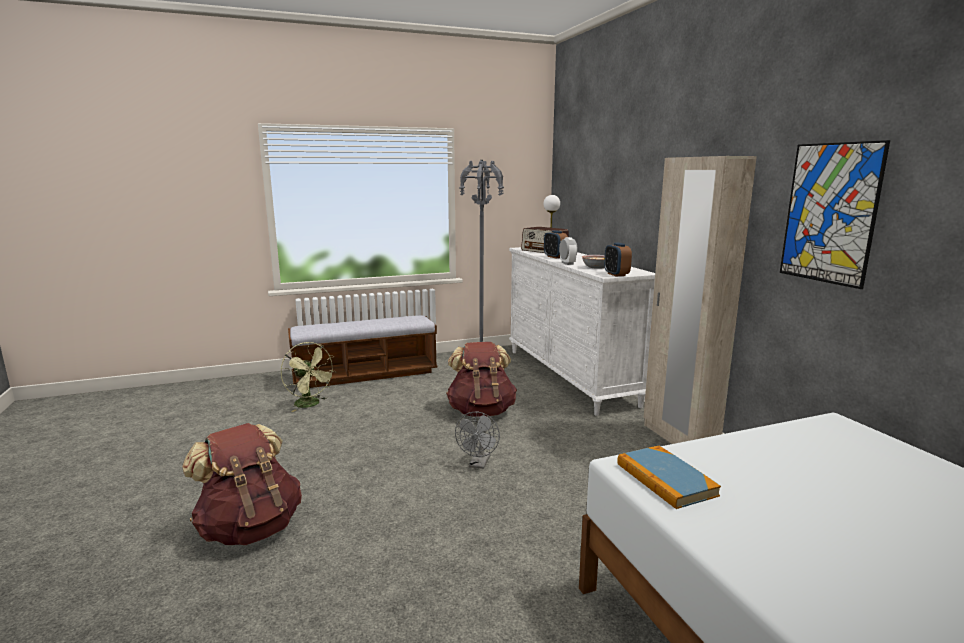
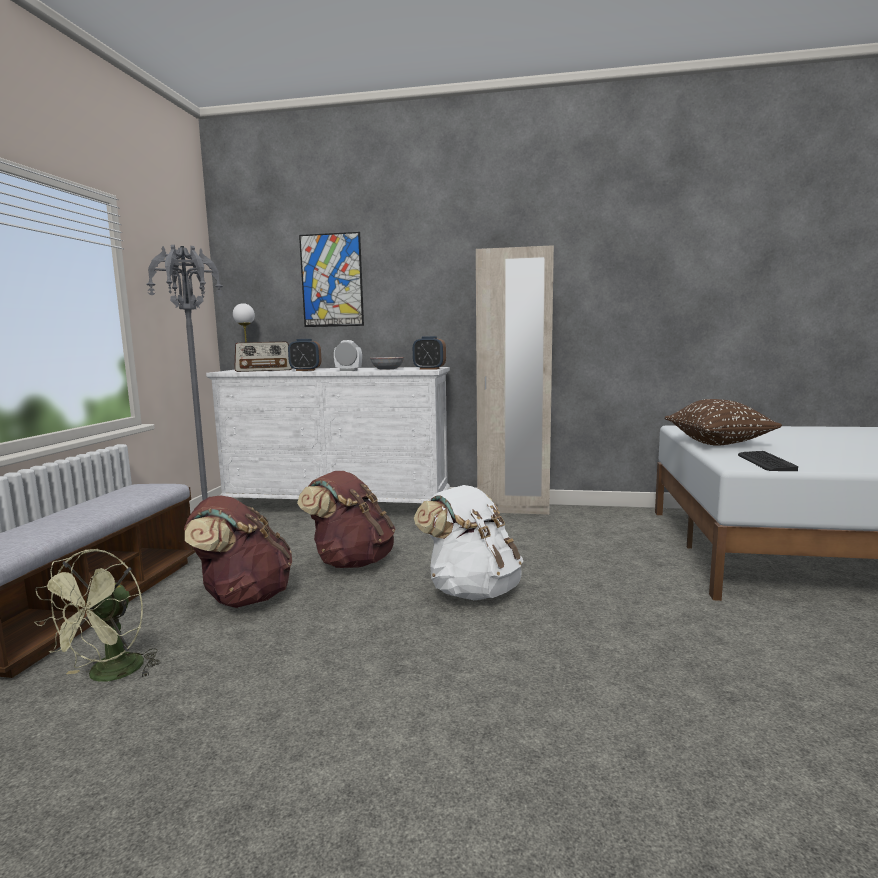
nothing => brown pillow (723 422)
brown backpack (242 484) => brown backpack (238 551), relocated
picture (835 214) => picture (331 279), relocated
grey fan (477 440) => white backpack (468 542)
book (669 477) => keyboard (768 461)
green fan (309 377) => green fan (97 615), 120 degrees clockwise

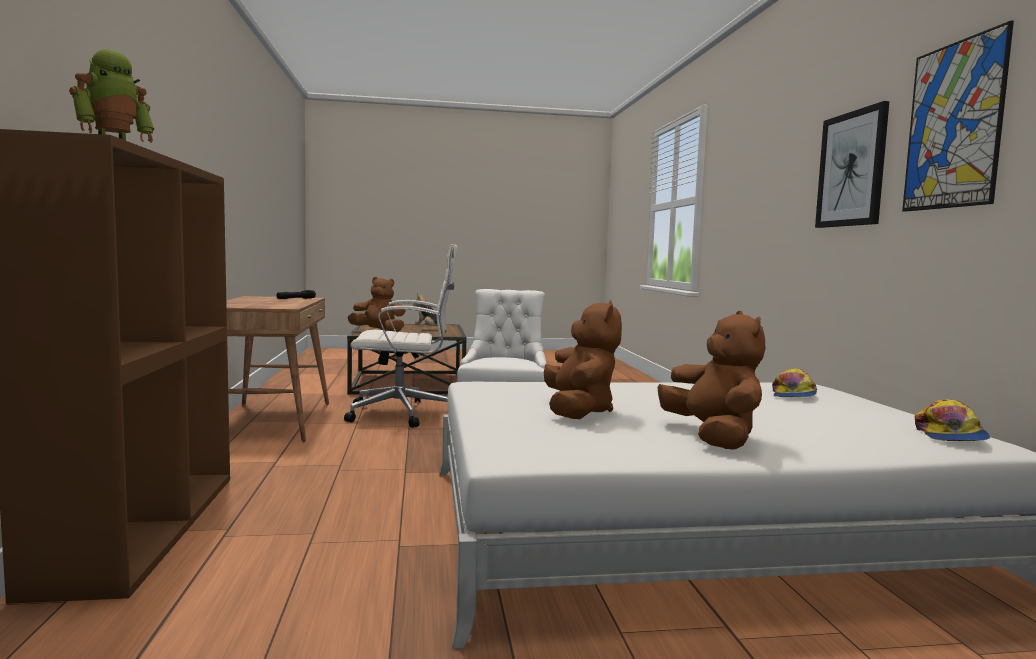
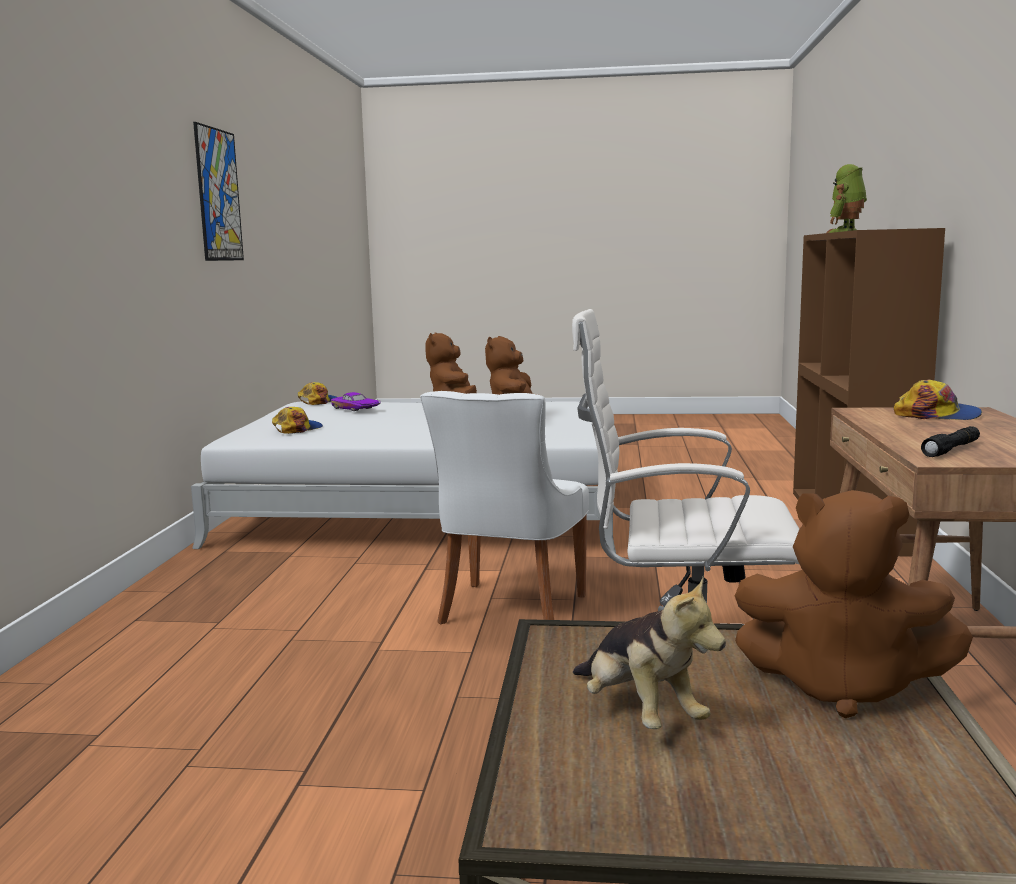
picture (852 164) => nothing
nothing => purple toy car (356 401)
nothing => cap (938 400)

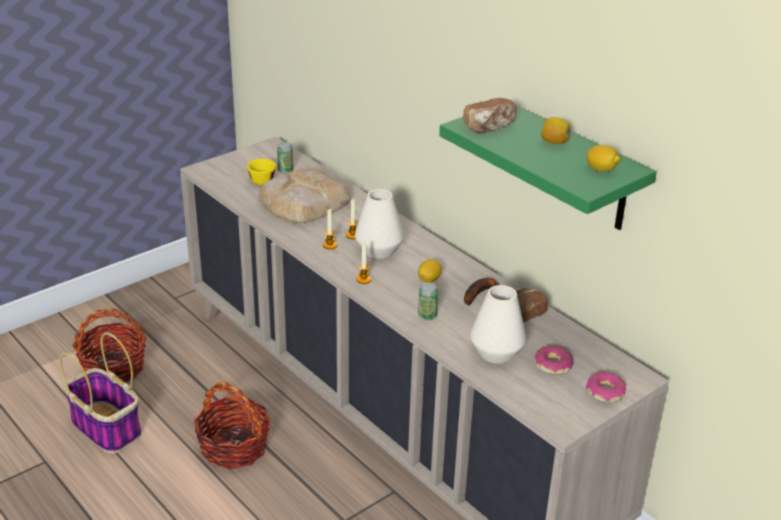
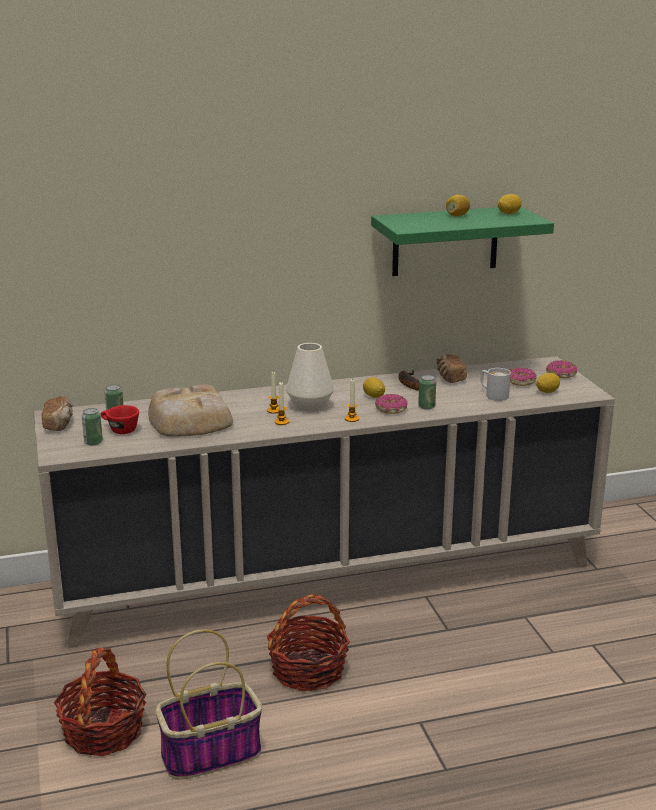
nothing => can (92 426)
nothing => donut (391 404)
nothing => lemon (548 383)
bread (490 115) => bread (57 413), relocated
white vase (498 324) => white mug (496 384)
yellow cup (261 172) => red cup (120 419)

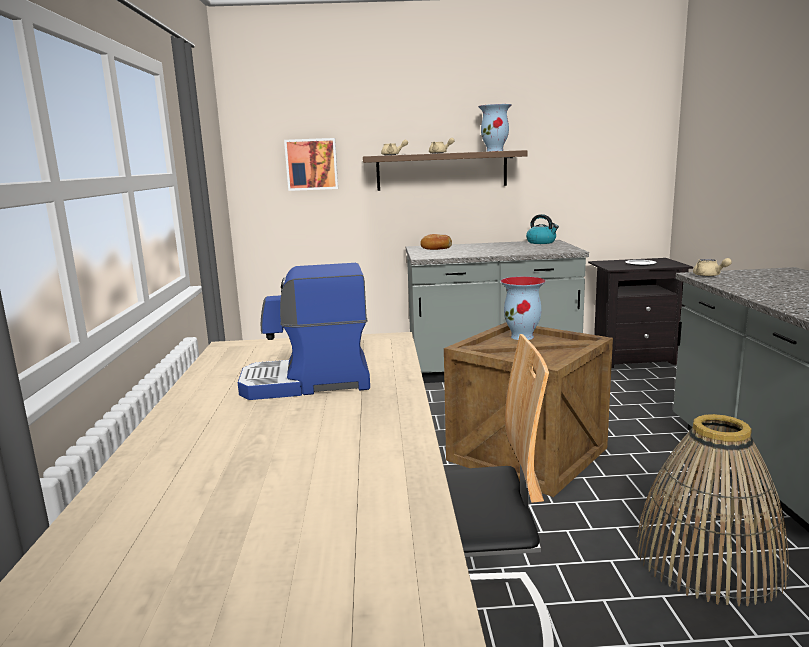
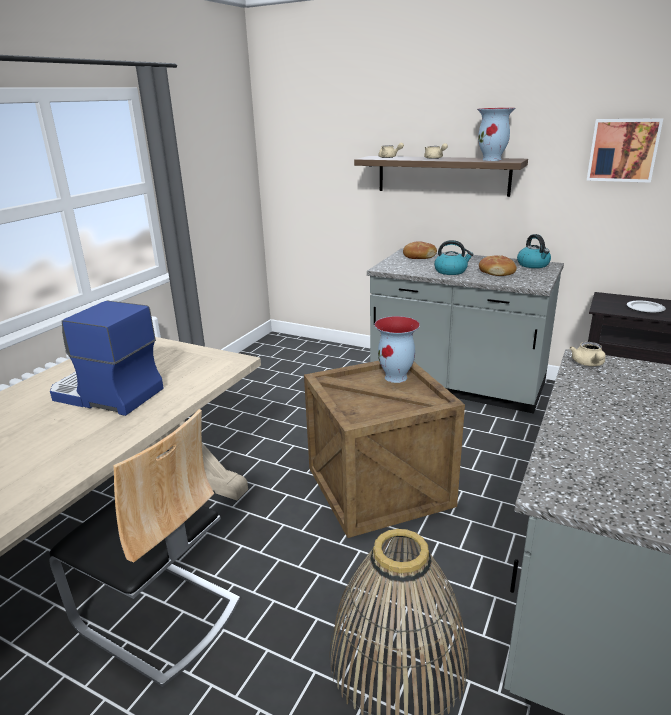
nothing => kettle (454 257)
nothing => bread (498 265)
picture (311 164) => picture (625 150), relocated

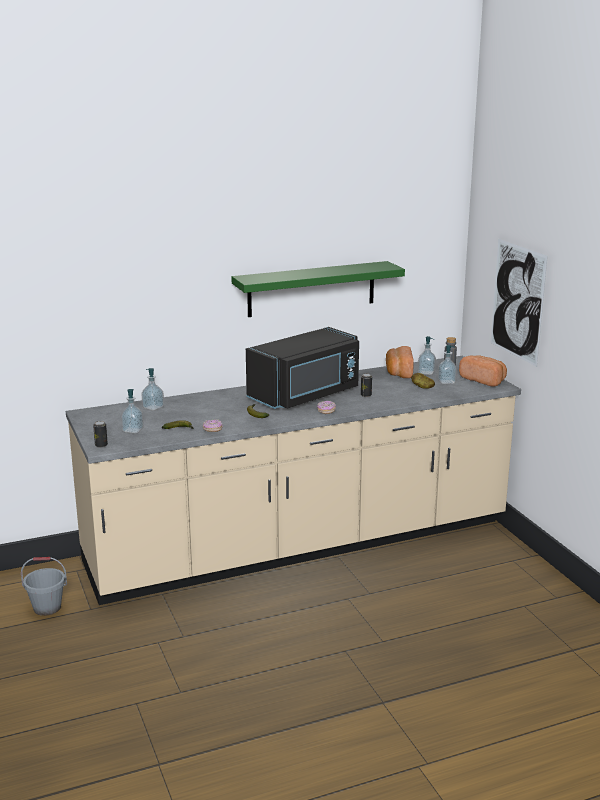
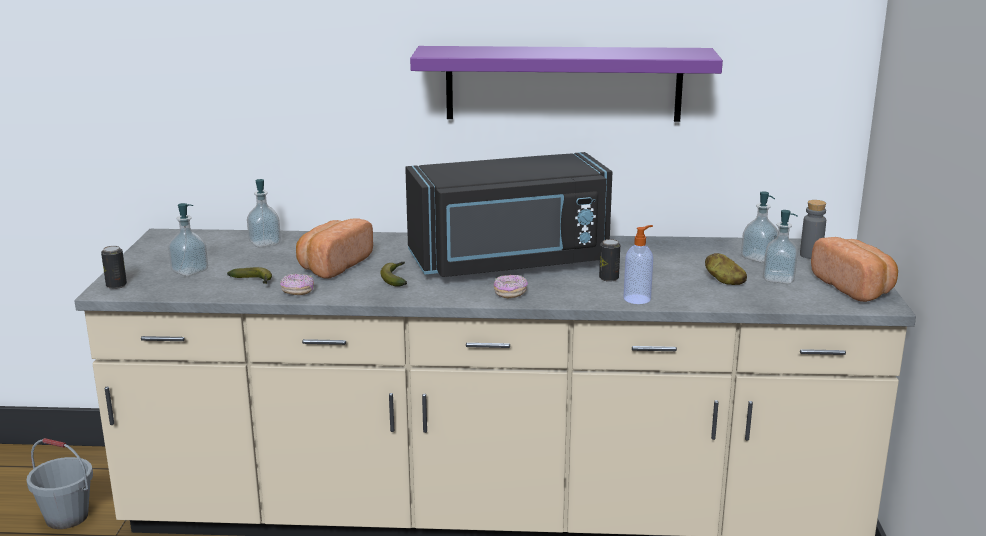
picture (519 303) => nothing
nothing => soap dispenser (638 264)
bread (400 362) => bread (334 248), relocated
green shelf (318 289) => purple shelf (566 84)

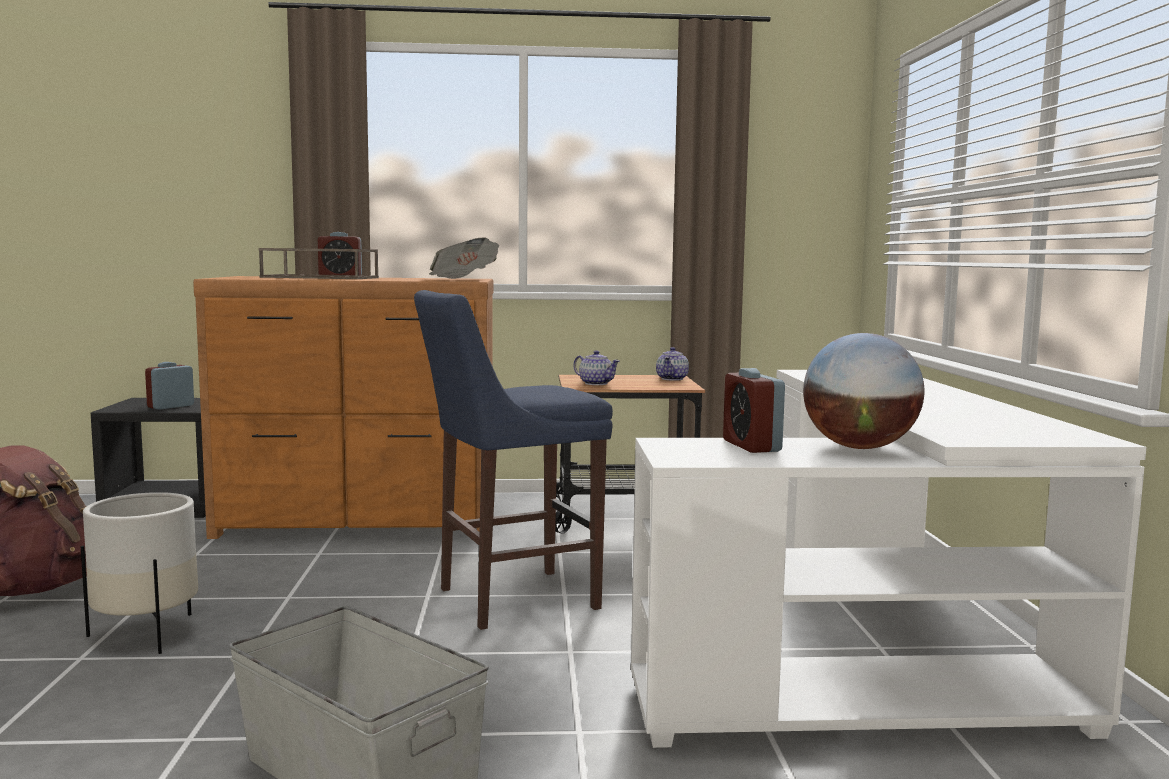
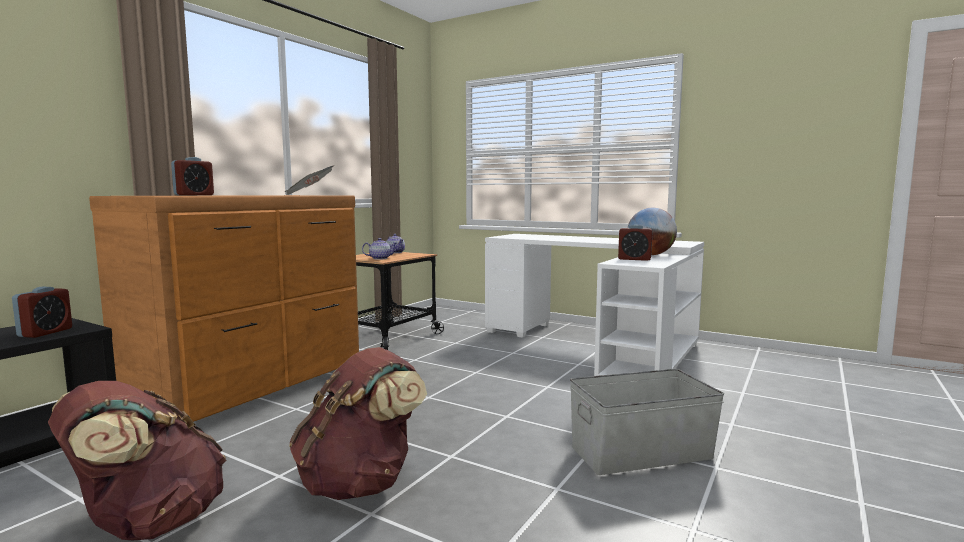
brown tray (319 263) => nothing
blue stool (513 460) => nothing
white planter (139 573) => brown backpack (358 423)
alarm clock (169 386) => alarm clock (42 312), 150 degrees counterclockwise

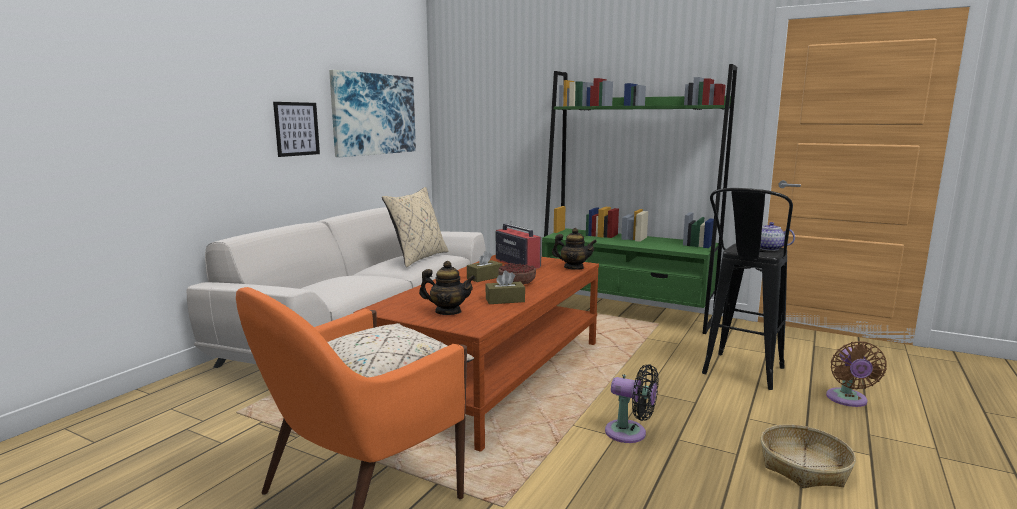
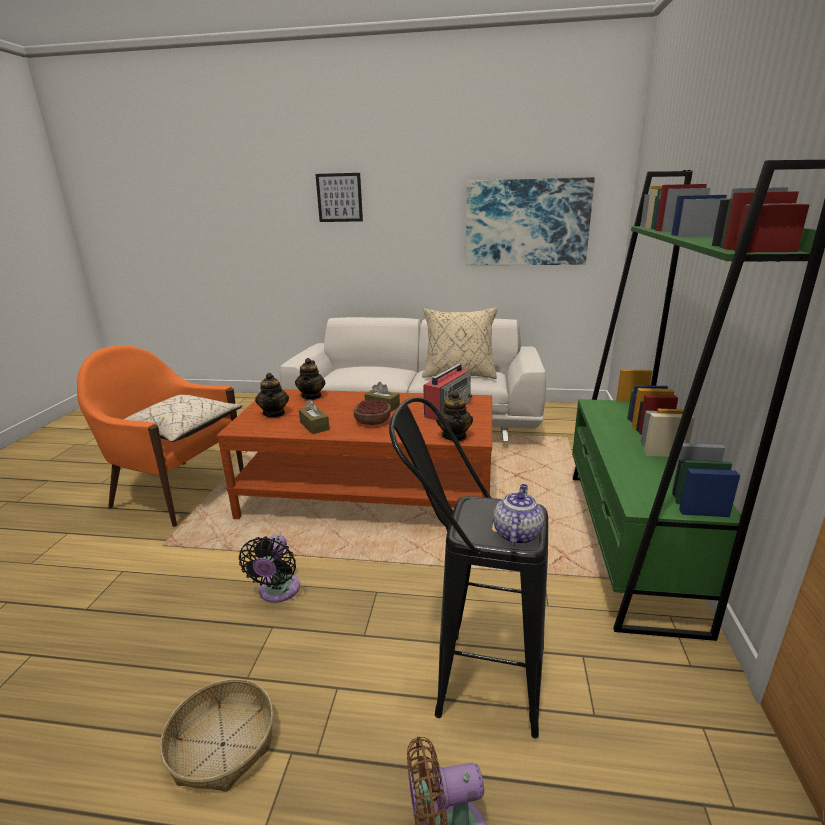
nothing => teapot (310 379)
picture (296 129) => picture (339 197), relocated

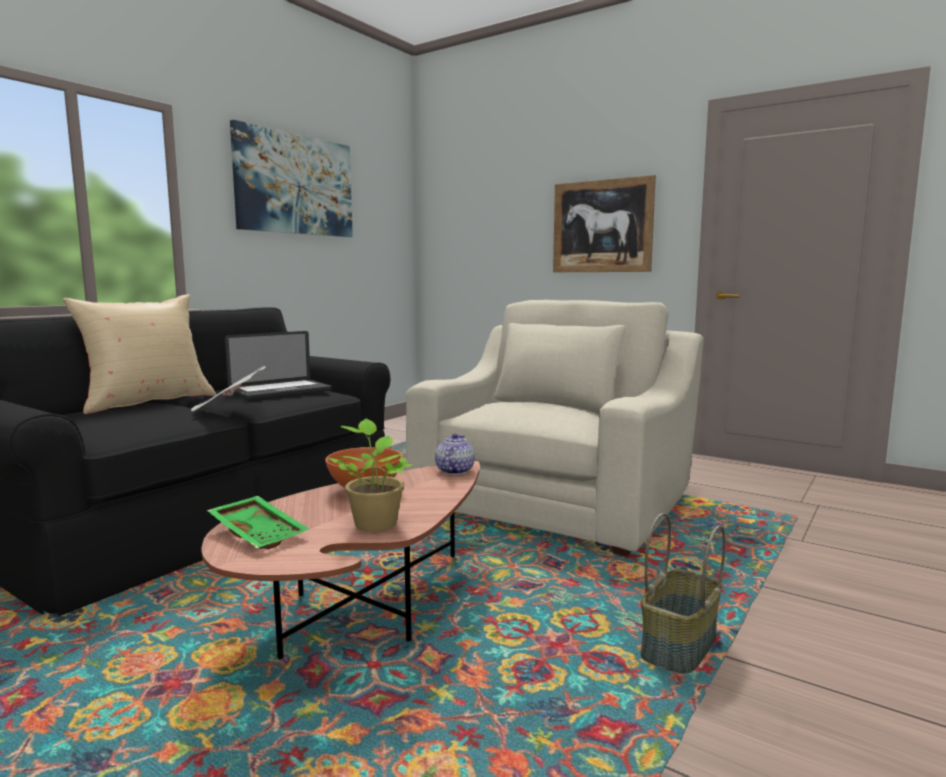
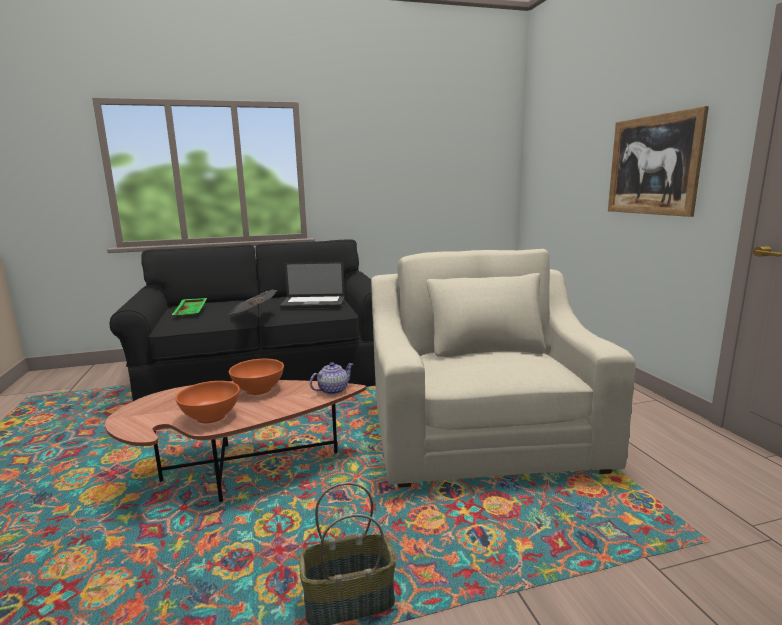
beige pillow (139 354) => nothing
picture (291 178) => nothing
green tray (258 522) => green tray (189 307), relocated
potted plant (370 475) => orange bowl (207 402)
beige armchair (555 428) => beige armchair (503 368), 75 degrees counterclockwise

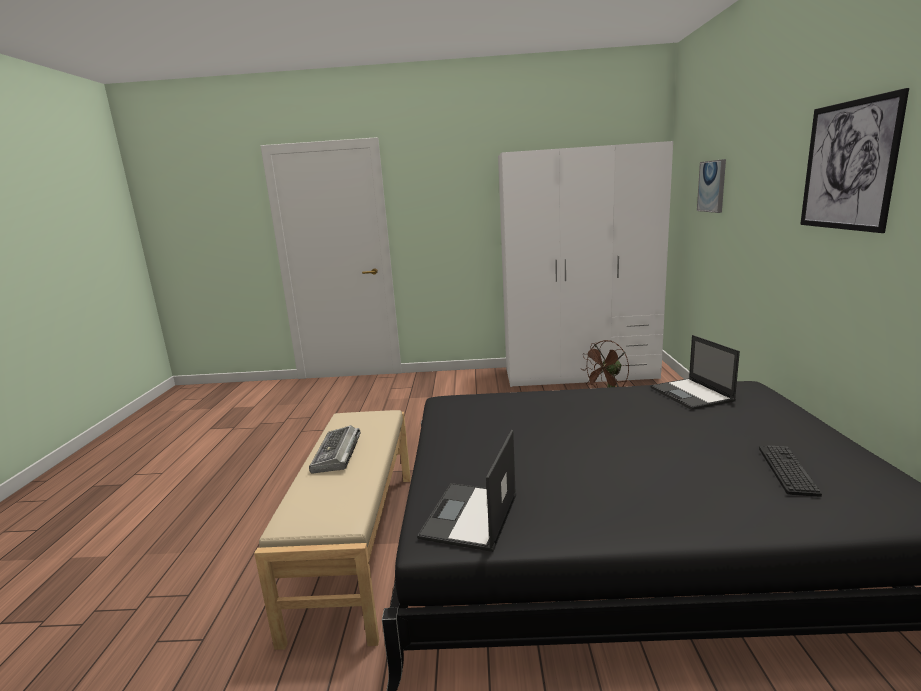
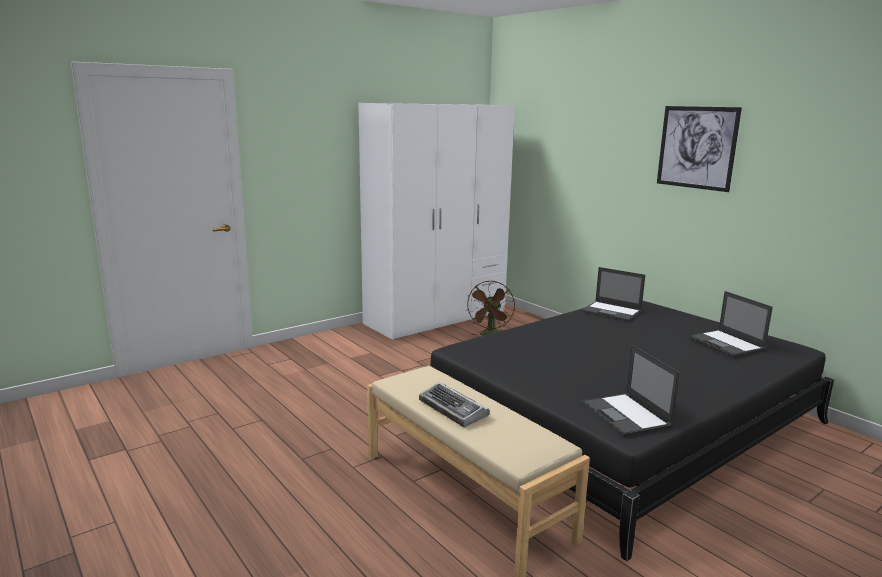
picture (711 186) => nothing
keyboard (790 471) => laptop (731 324)

